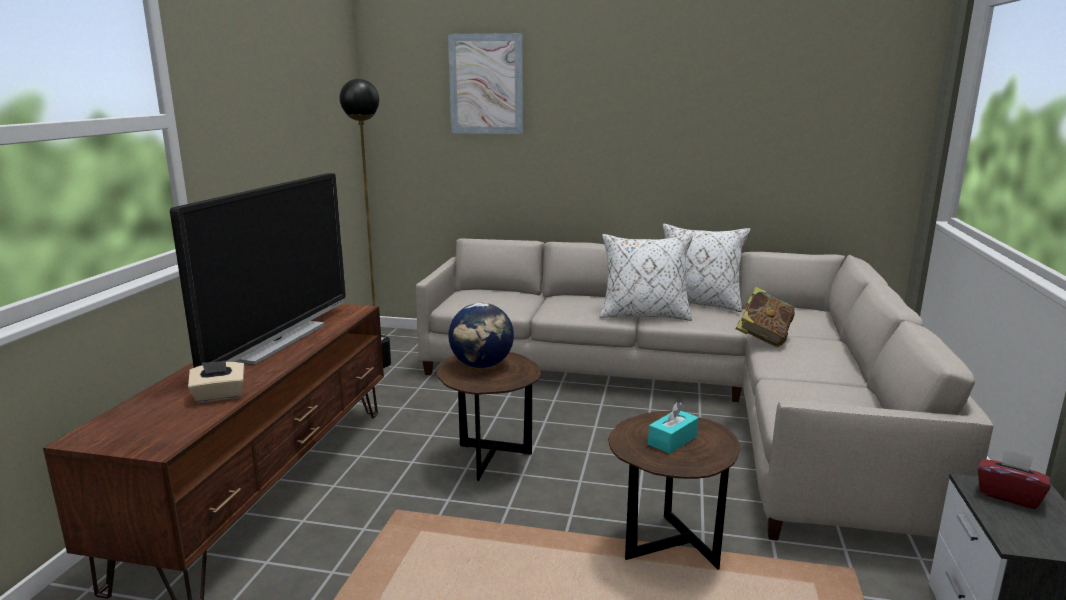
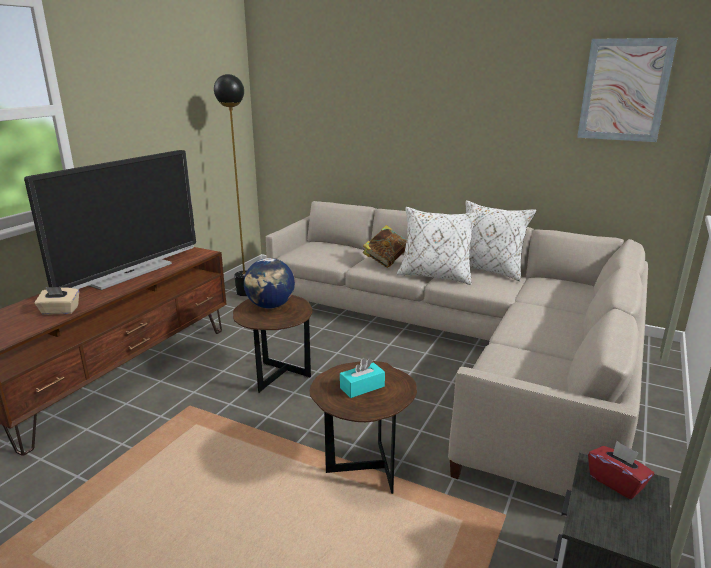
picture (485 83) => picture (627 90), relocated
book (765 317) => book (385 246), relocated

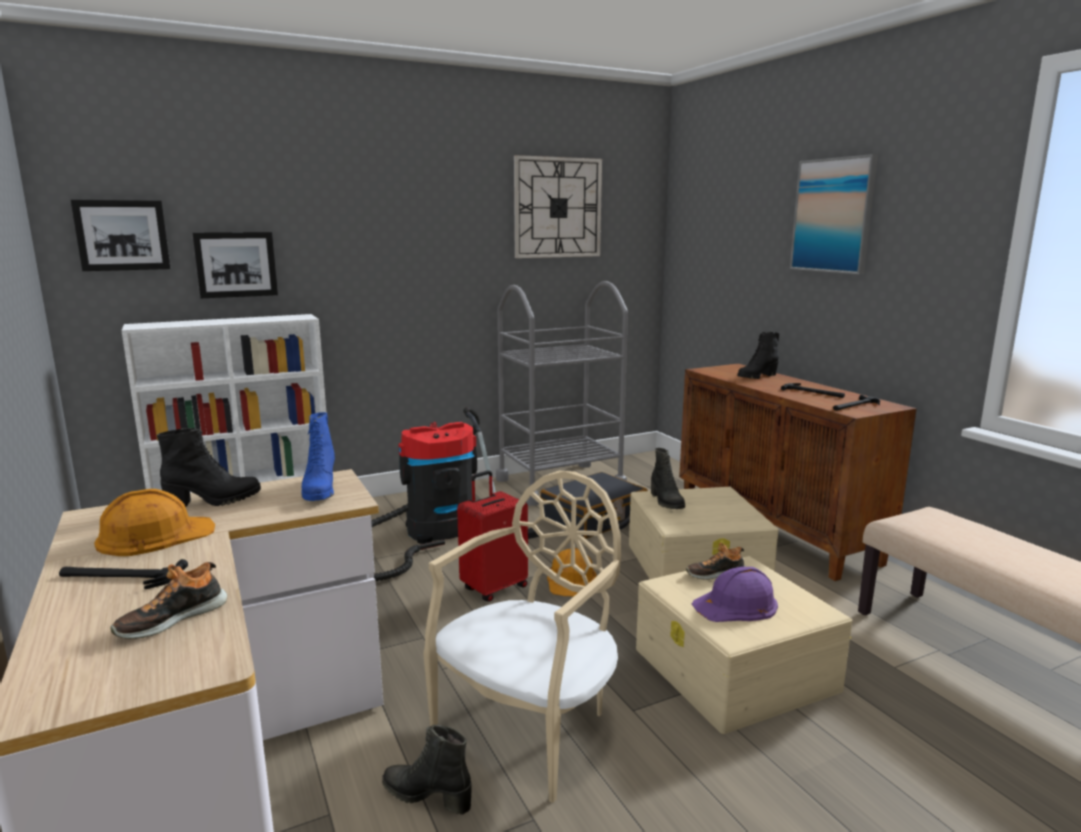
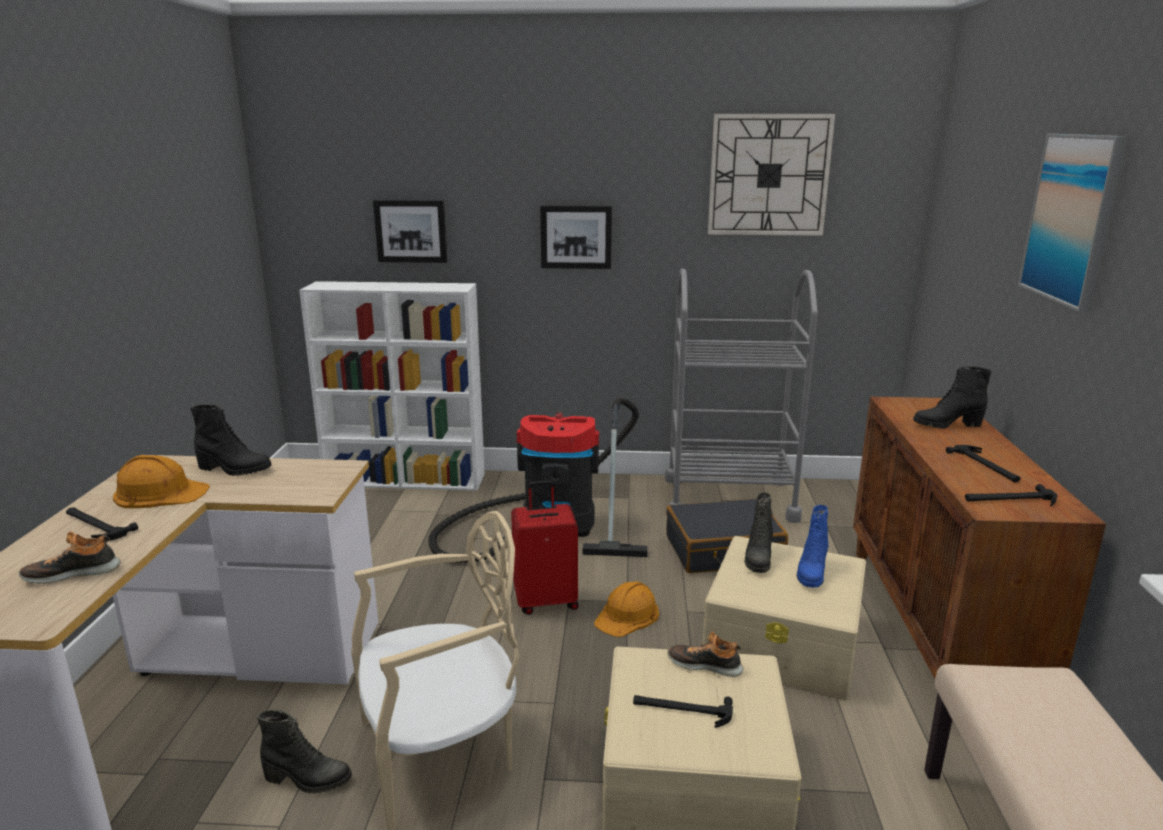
picture (121 235) => picture (576 237), relocated
blue boot (318 456) => blue boot (812 546), relocated
purple hard hat (735 594) => hammer (683 711)
black boot (427 769) => black boot (304 752), 135 degrees clockwise

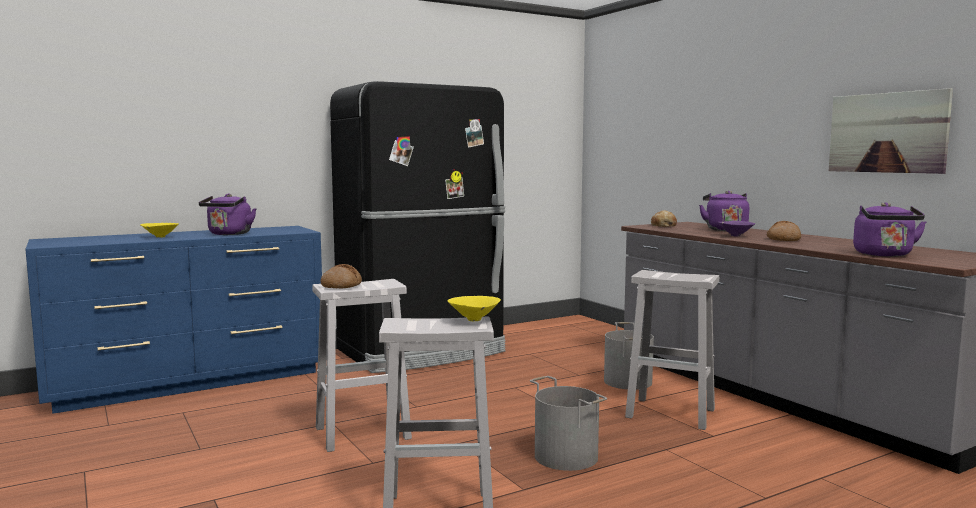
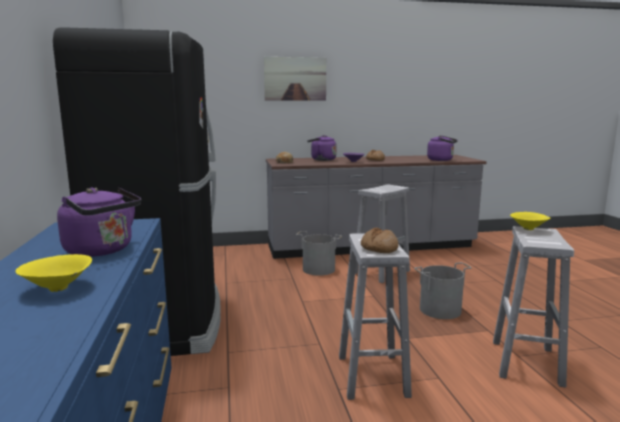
picture (891 131) => picture (295 79), relocated

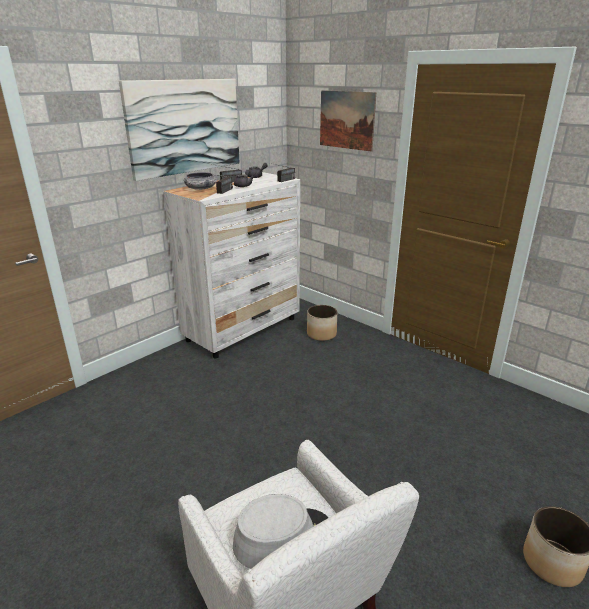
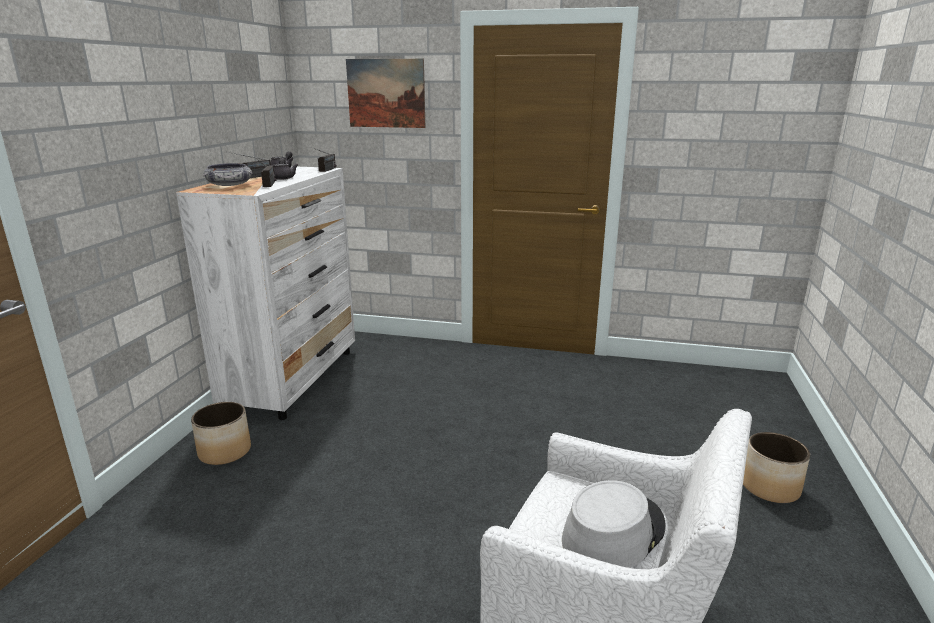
picture (179 130) => nothing
planter (322 323) => planter (221 433), relocated

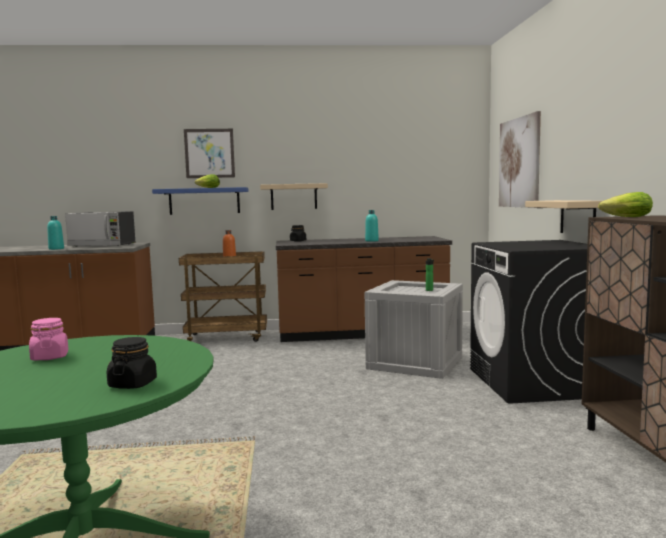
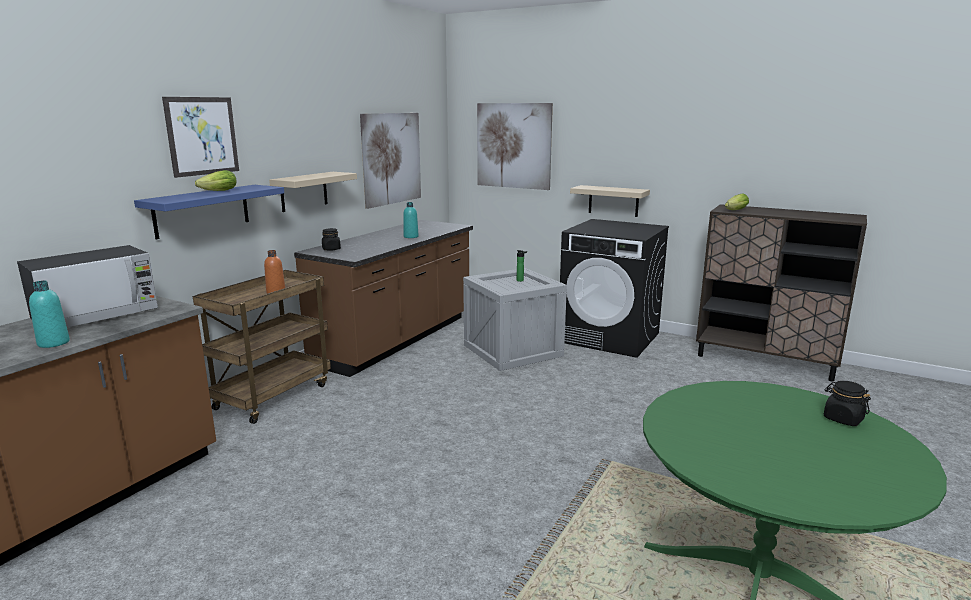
pink jar (48 339) => nothing
nothing => picture (390 161)

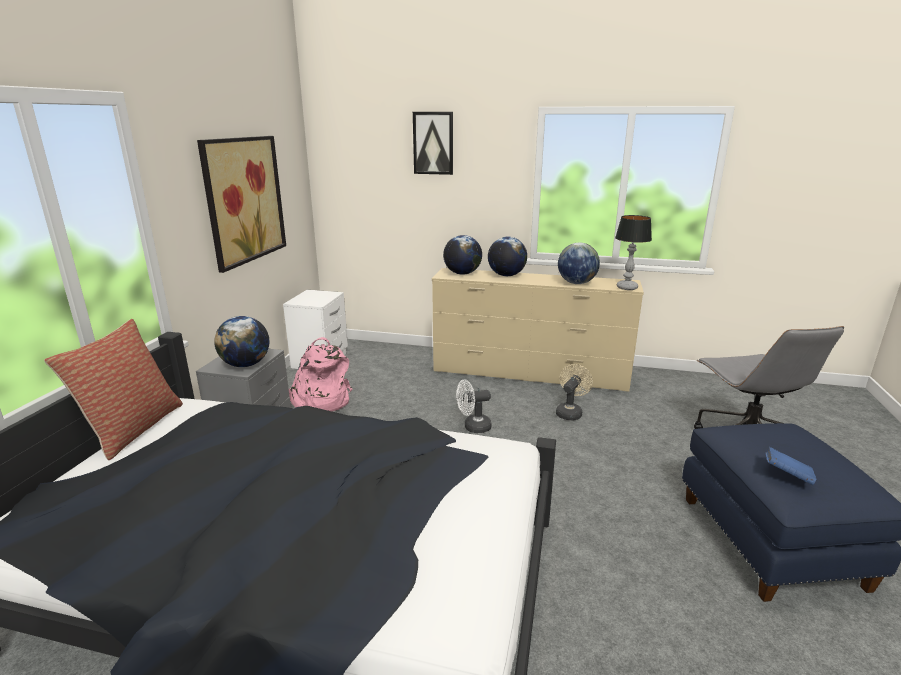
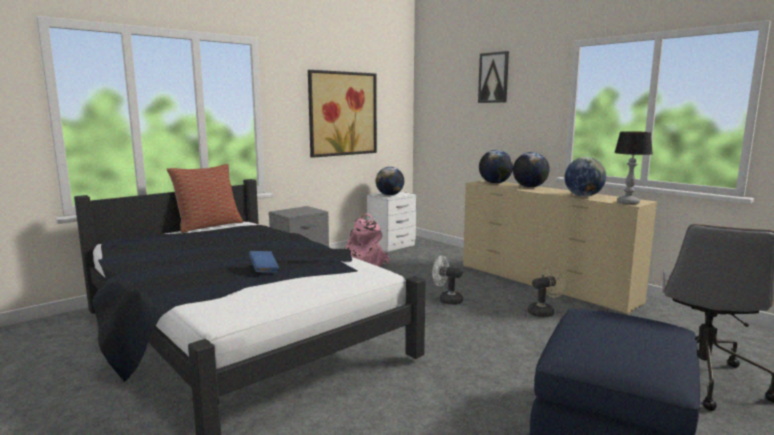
globe (241 341) => globe (390 181), relocated
blue book (791 466) => blue book (264 262), relocated

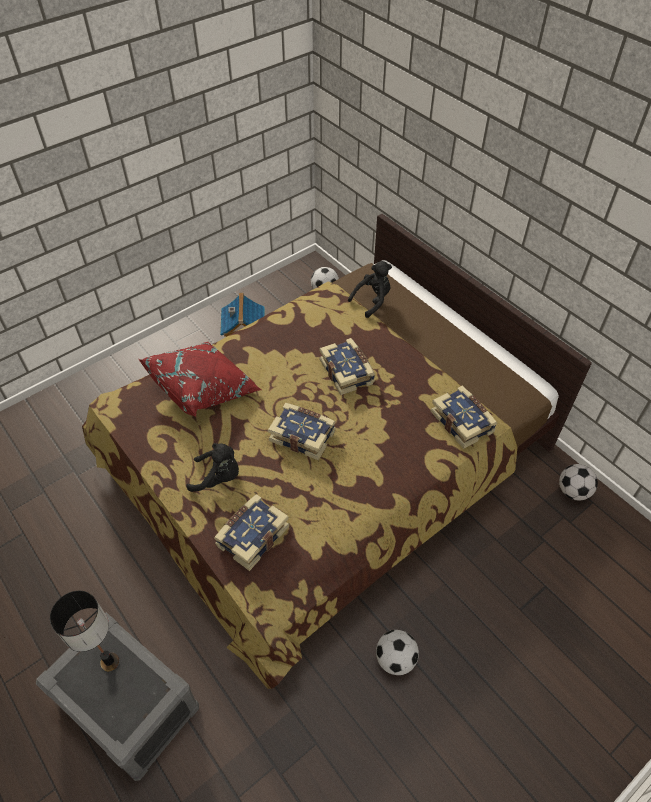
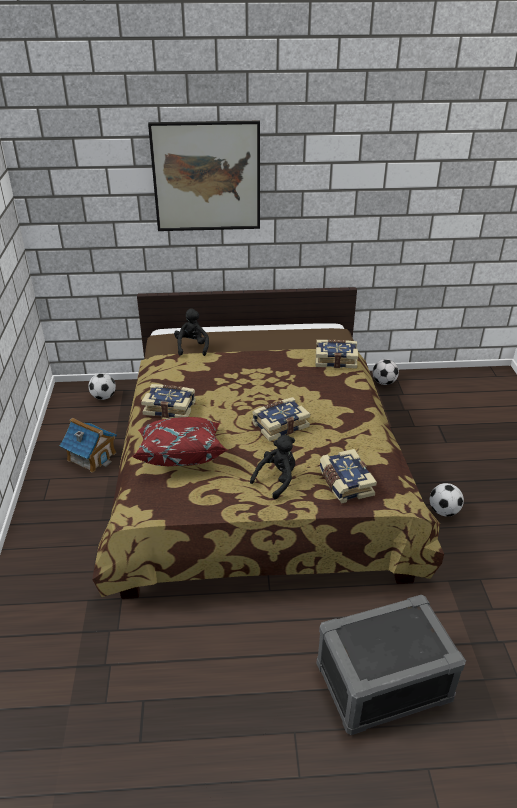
table lamp (84 630) => nothing
nothing => picture (204 176)
book (347 366) => book (168 401), relocated

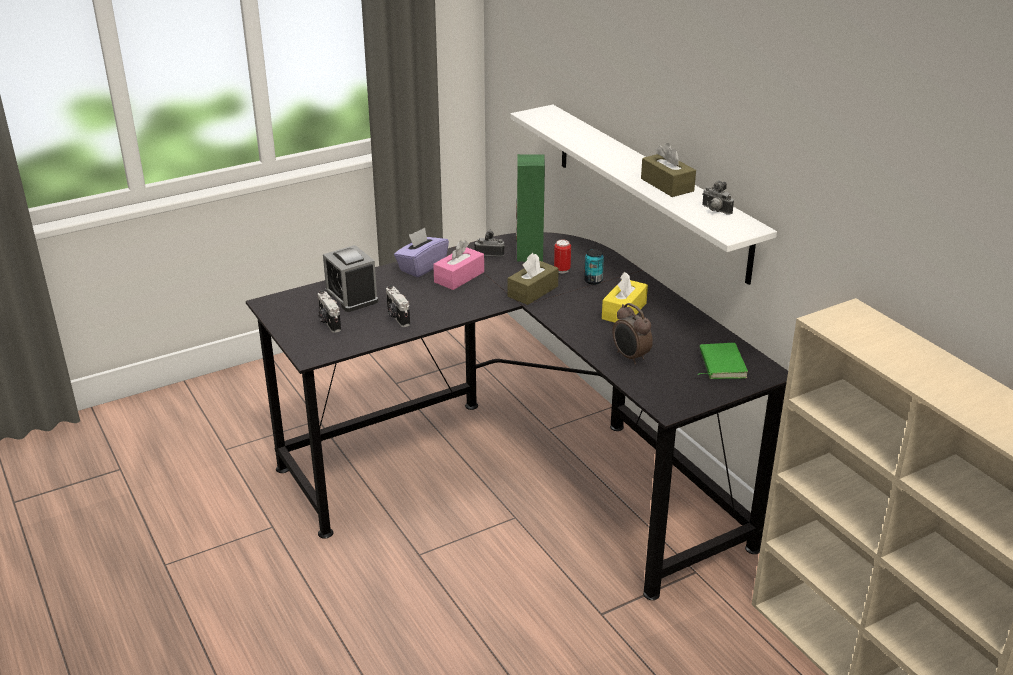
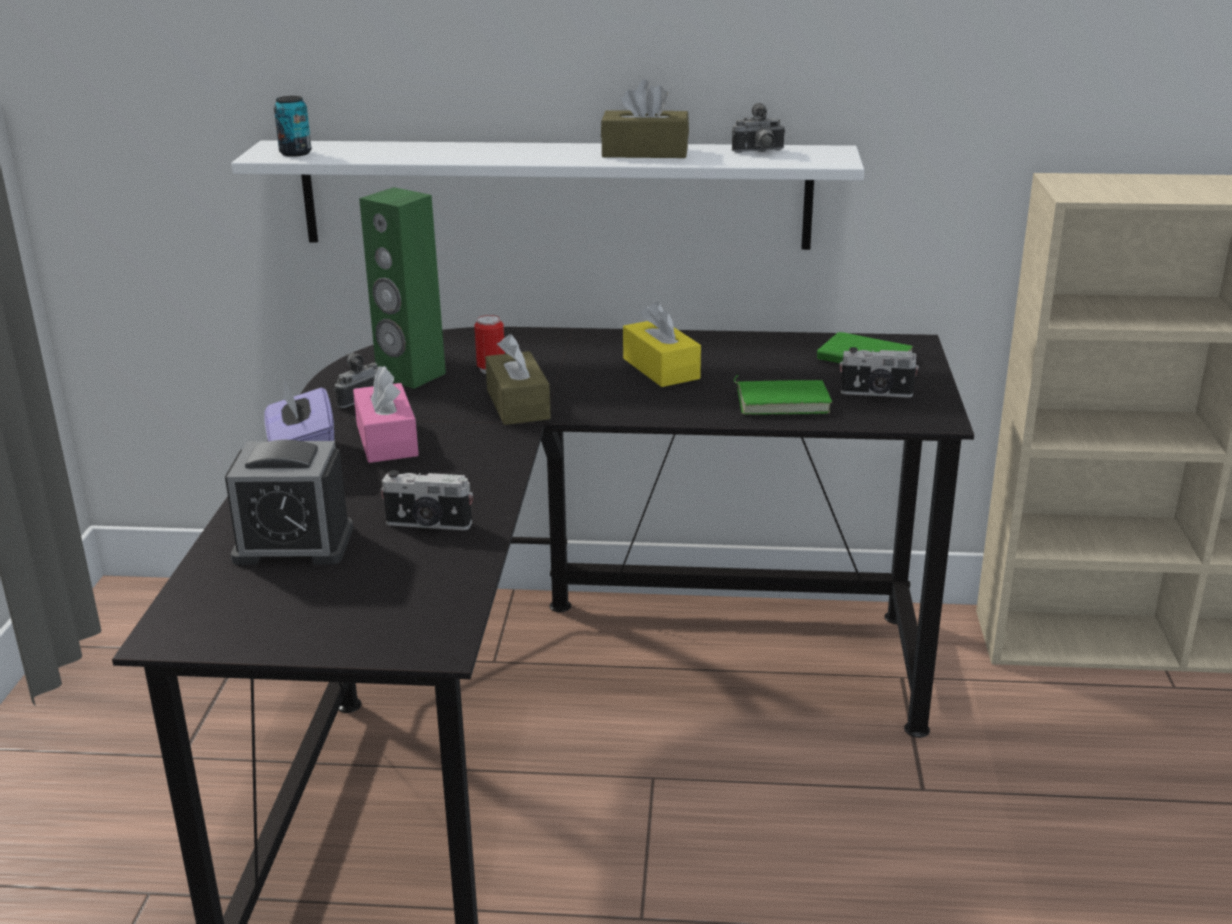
photo camera (329 311) => photo camera (879 372), relocated
can (594 267) => can (293 126), relocated
alarm clock (633 334) => green book (783 395)

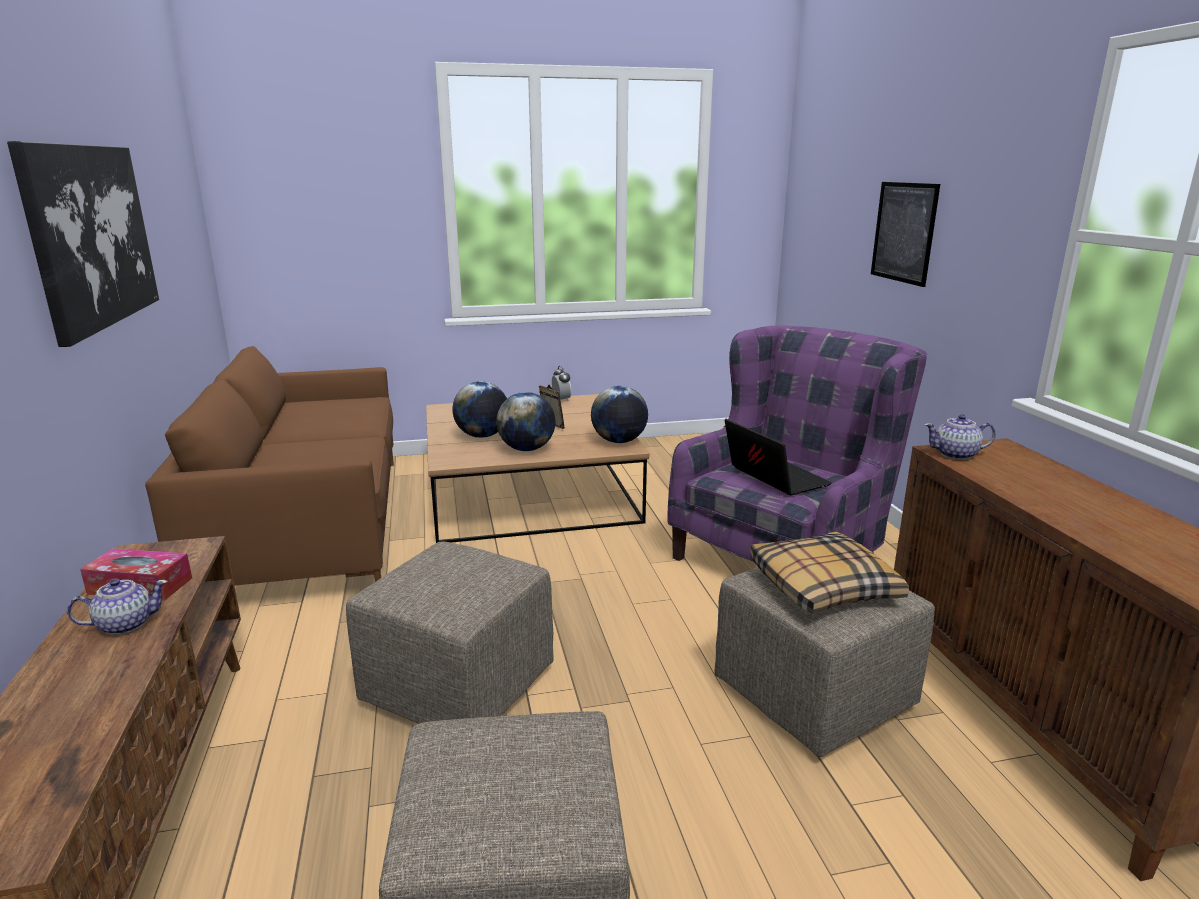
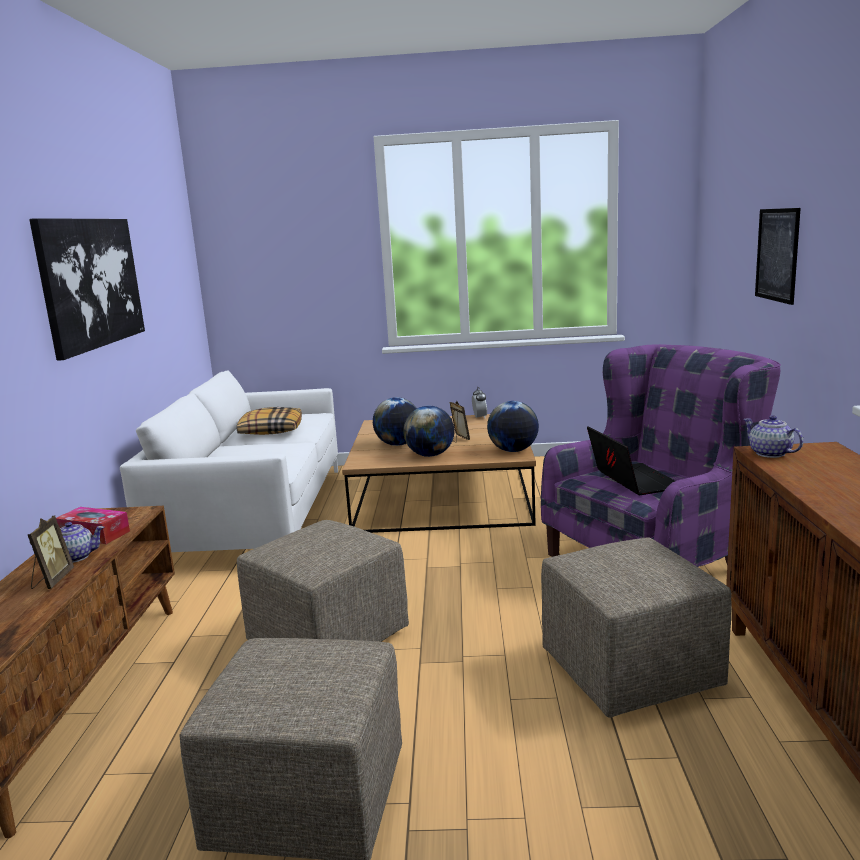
nothing => picture frame (51 552)
pillow (829 573) => pillow (269 421), relocated
brown sofa (269 466) => white sofa (229 461)
teapot (960 437) => teapot (773 436), 45 degrees clockwise

